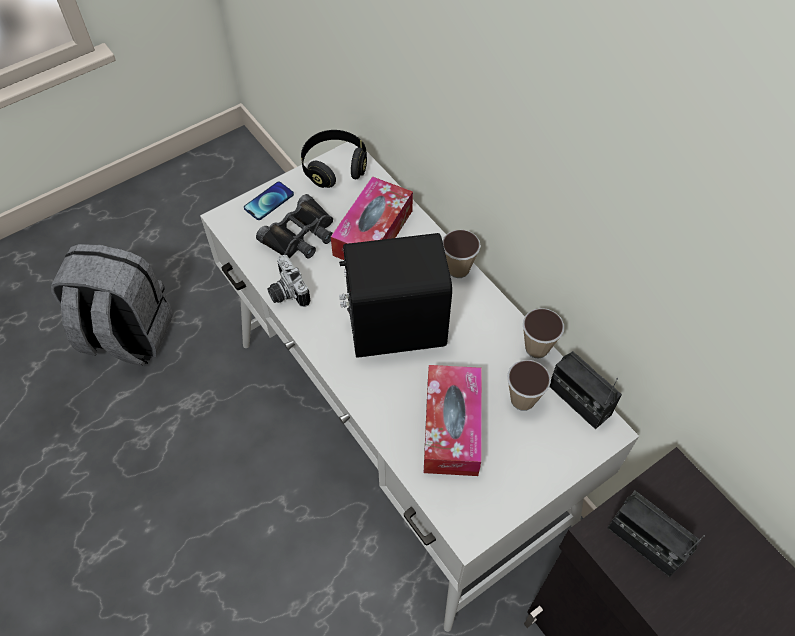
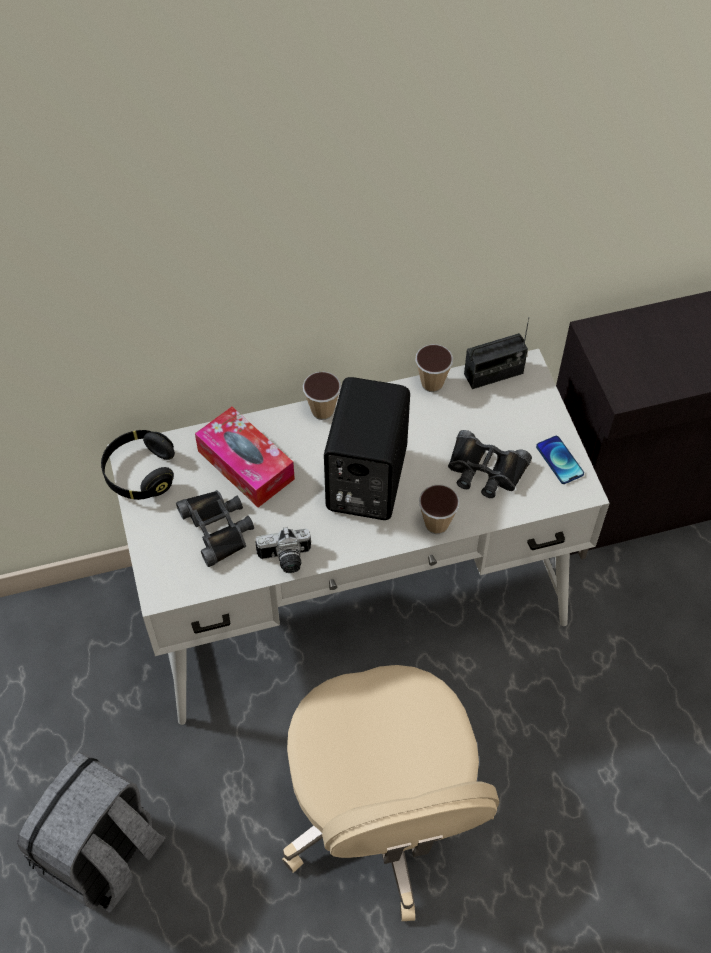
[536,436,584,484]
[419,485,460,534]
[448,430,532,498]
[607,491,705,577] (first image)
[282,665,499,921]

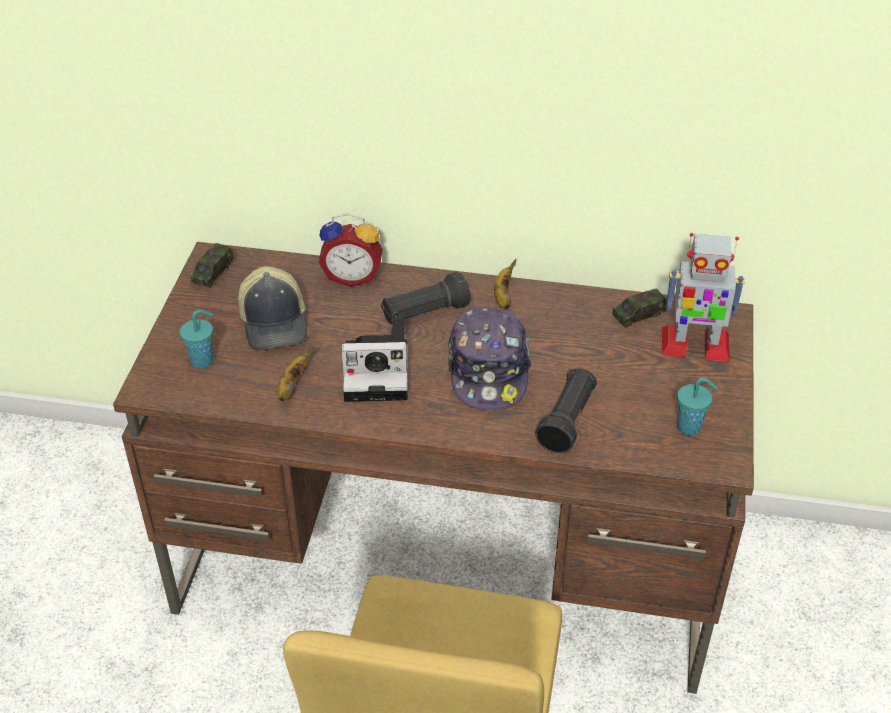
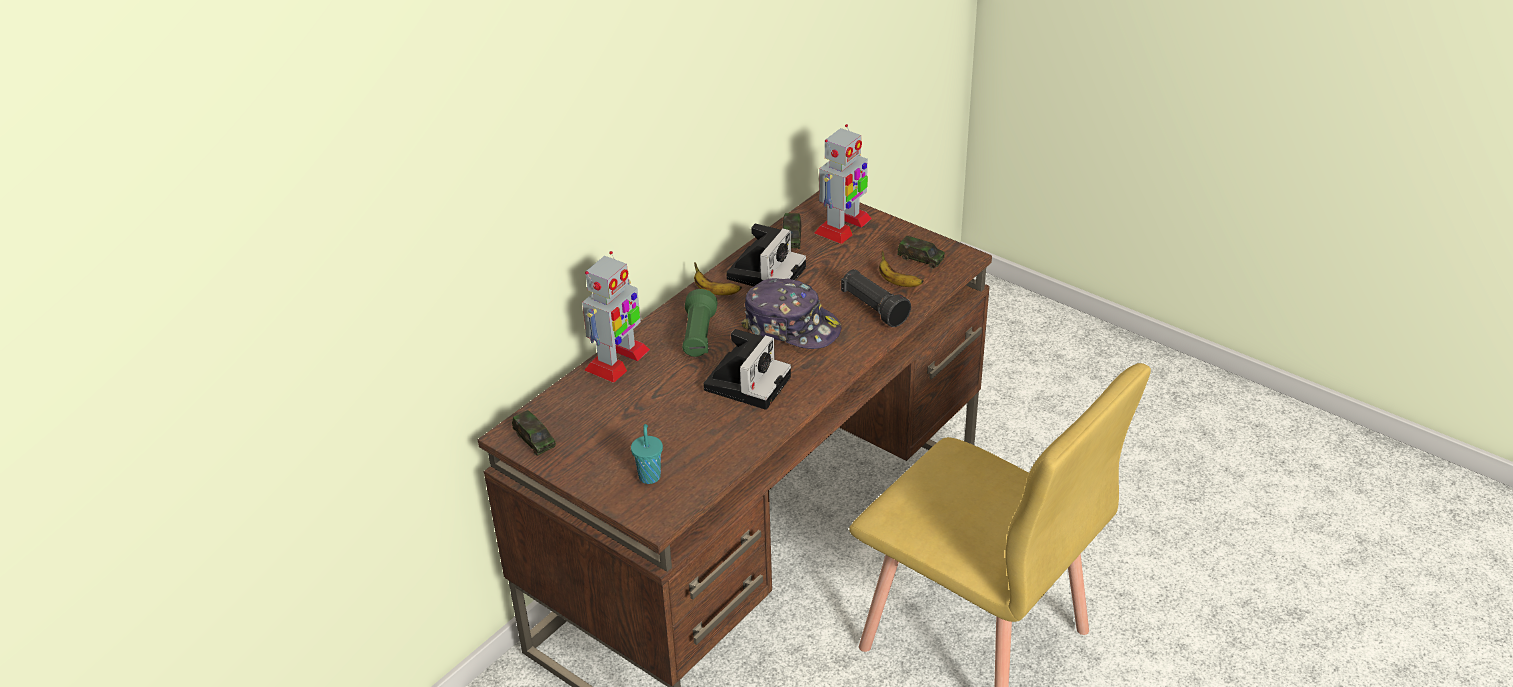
[582,251,650,383]
[238,266,307,350] (first image)
[682,289,718,357]
[879,251,924,287]
[897,236,945,269]
[726,224,806,287]

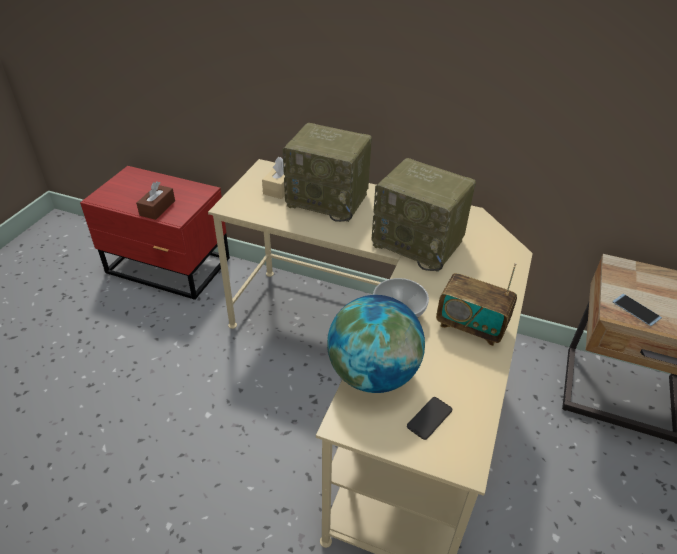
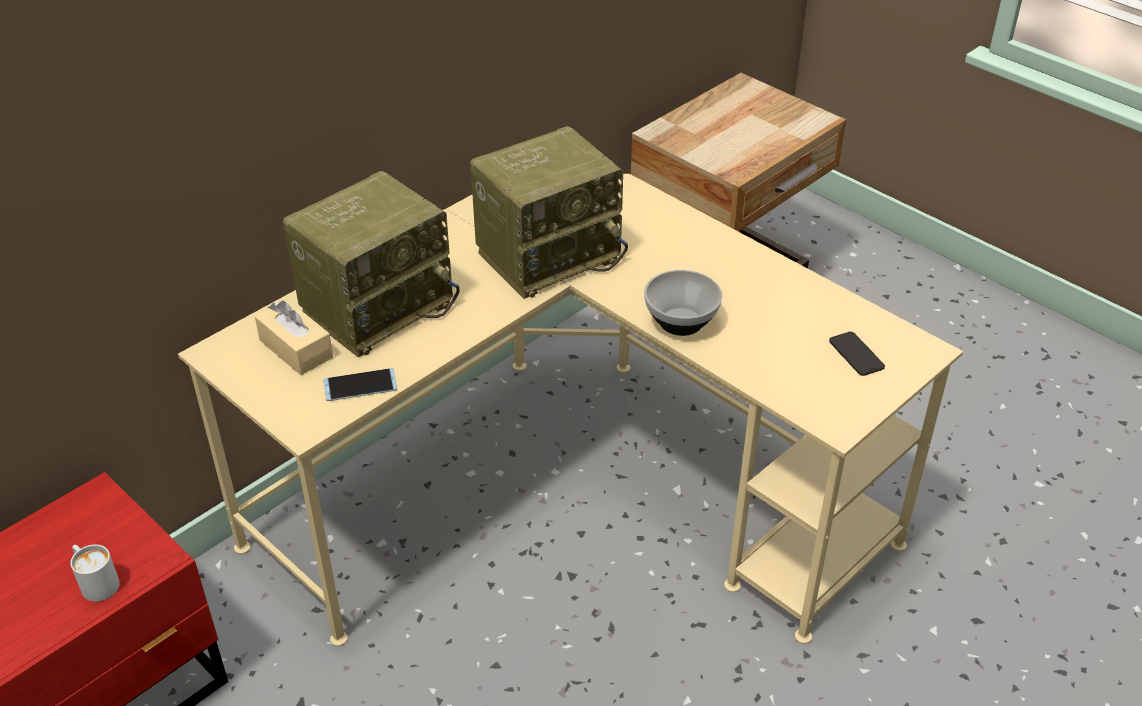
[70,544,120,602]
[436,263,517,346] (first image)
[323,368,397,401]
[327,295,425,393] (first image)

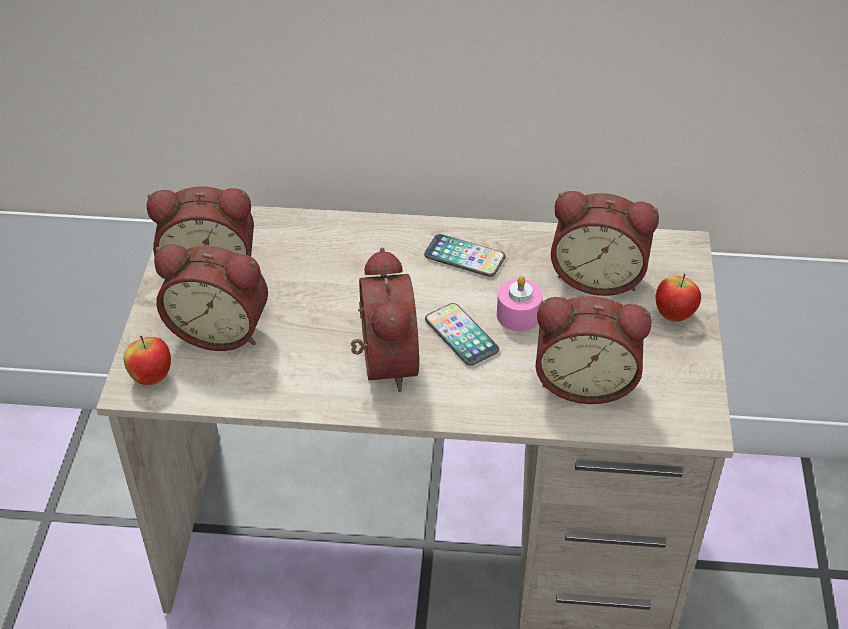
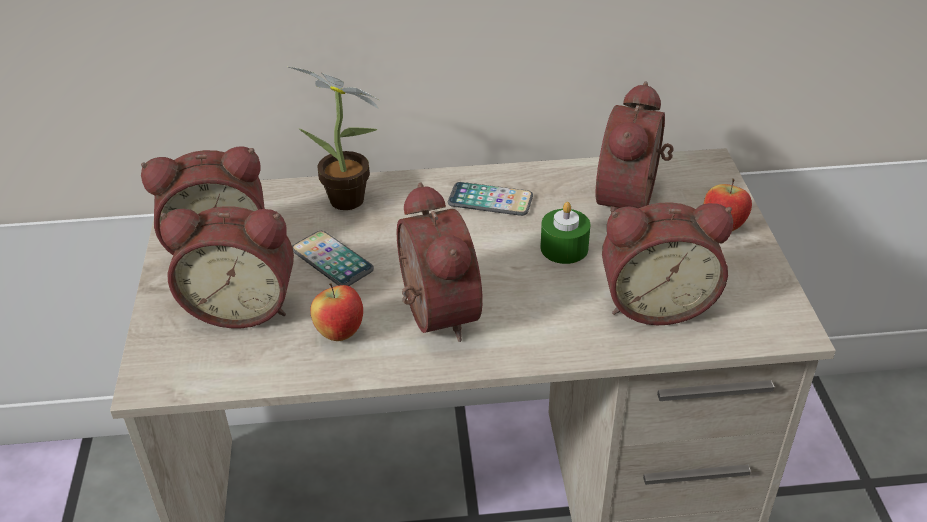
[595,82,674,214]
[540,202,590,264]
[292,231,374,286]
[310,283,363,341]
[289,67,379,210]

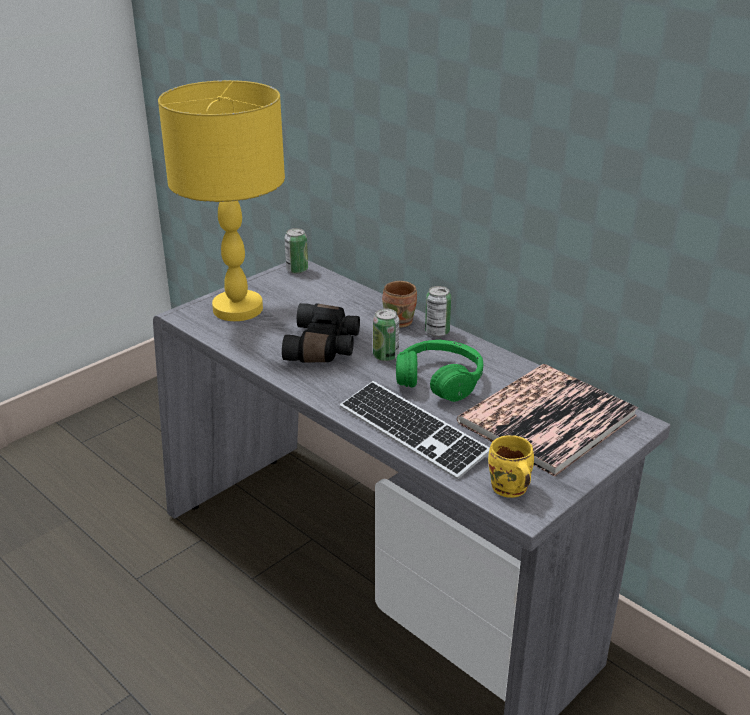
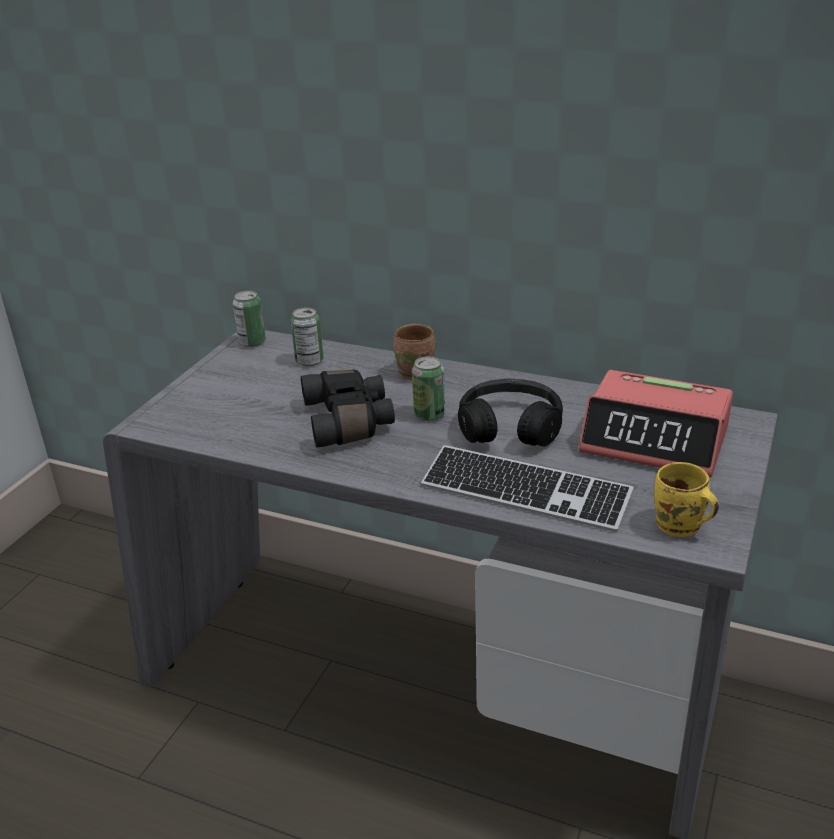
[158,80,285,321] (first image)
[291,308,324,366]
[458,379,563,447]
[579,370,733,478]

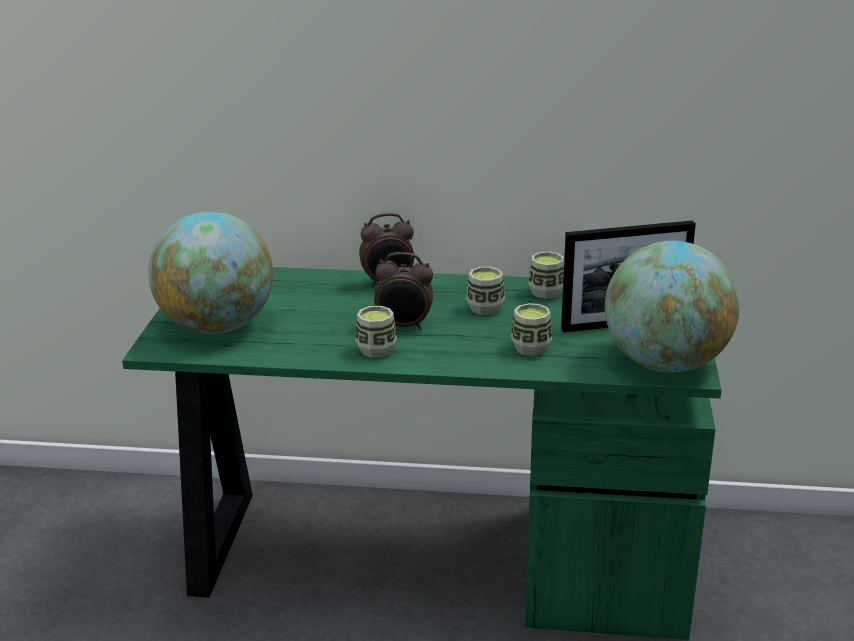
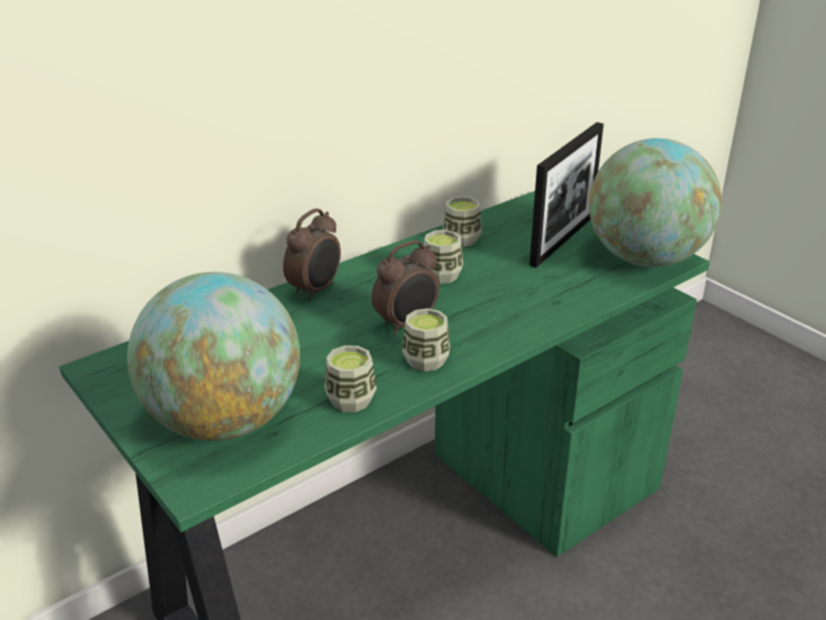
[325,345,377,412]

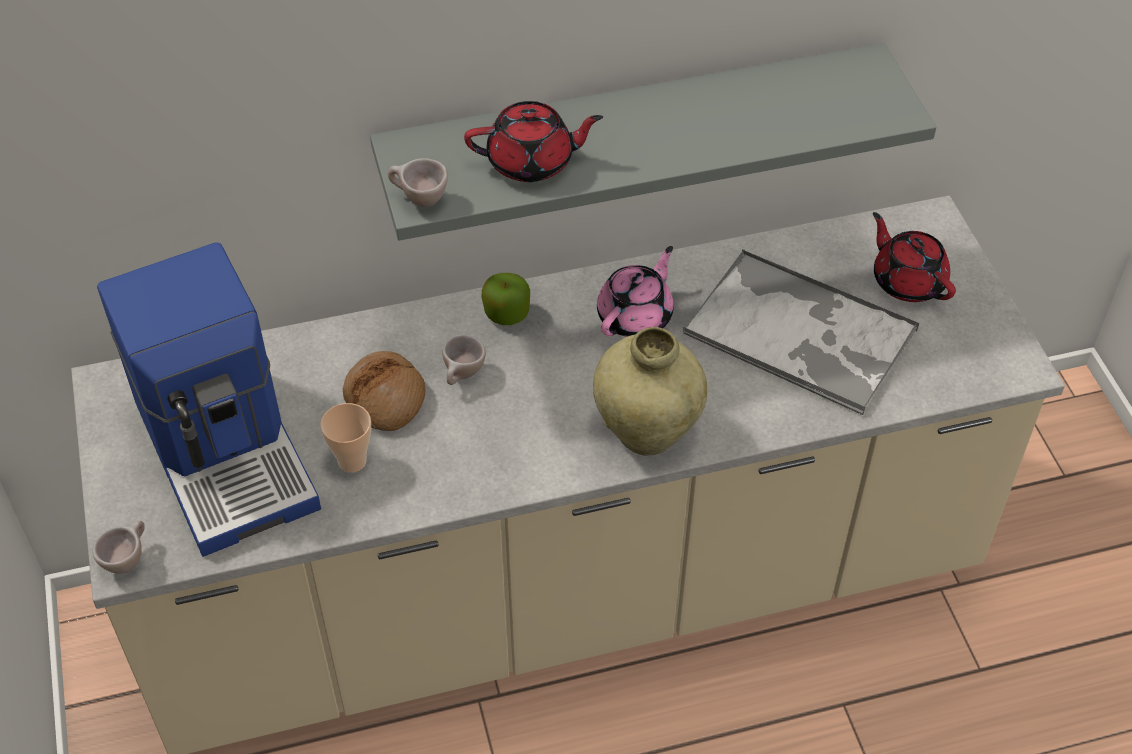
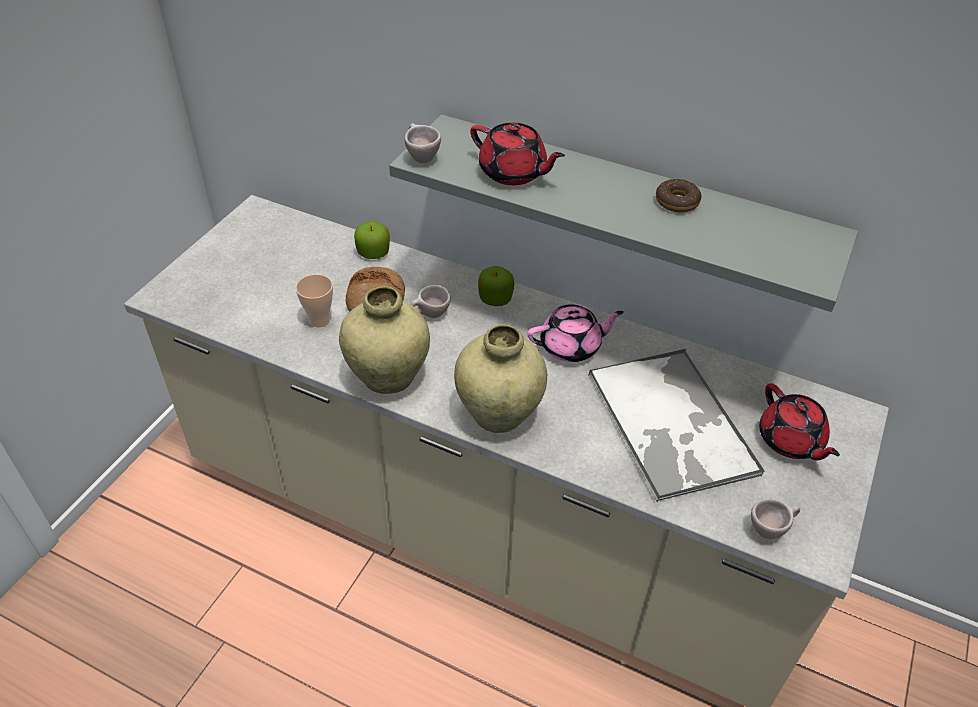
[759,383,840,460]
[97,242,321,557] (first image)
[751,499,800,539]
[656,179,702,212]
[354,221,390,259]
[339,286,430,394]

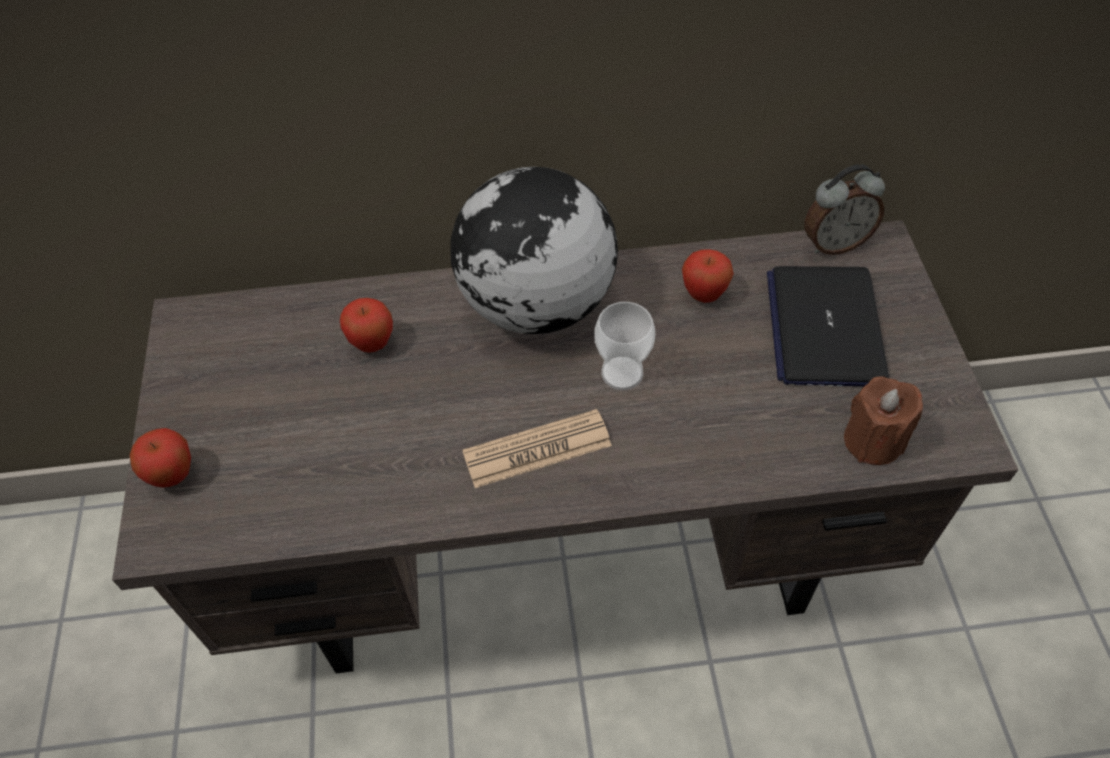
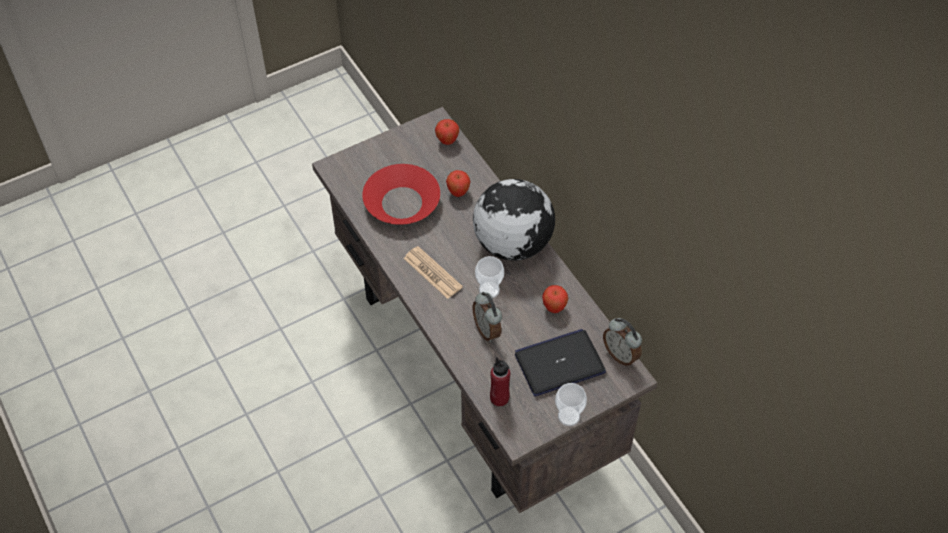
[490,357,510,407]
[435,119,459,145]
[362,164,440,225]
[472,292,502,342]
[555,383,587,426]

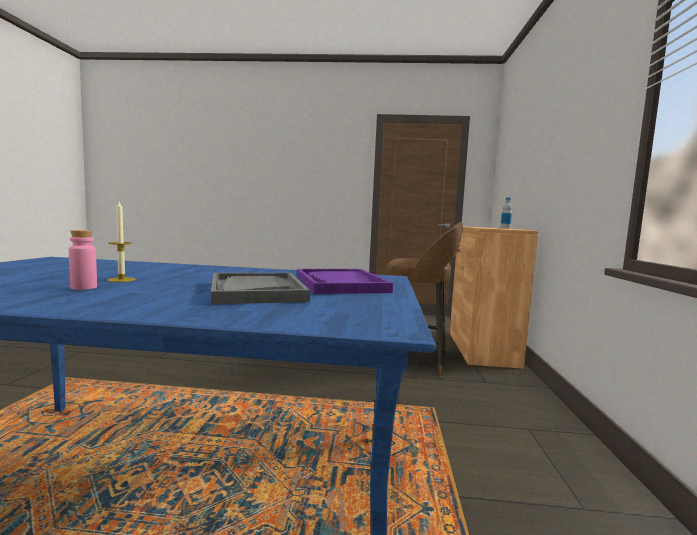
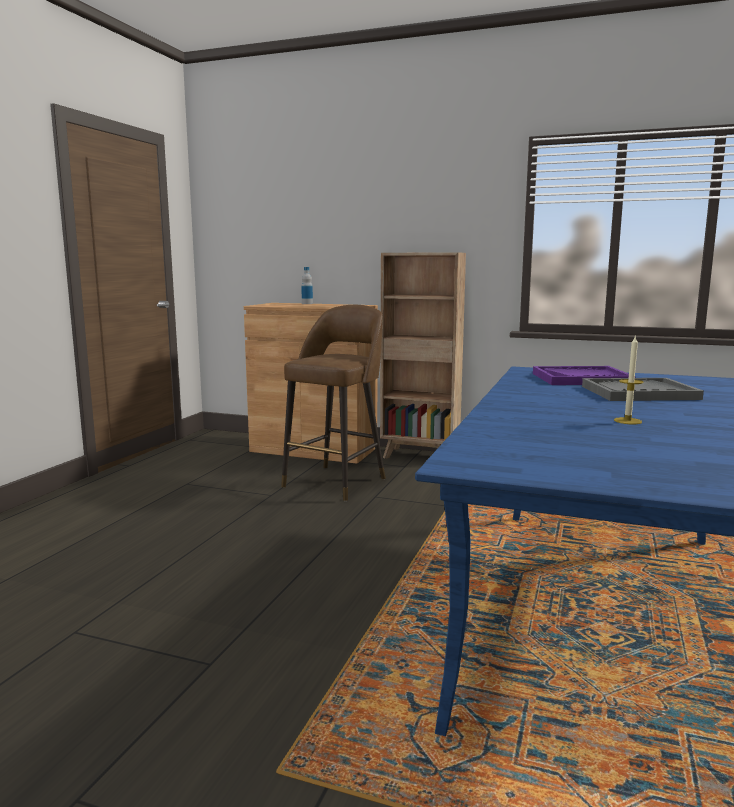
[69,230,97,290] (first image)
[380,252,466,459]

